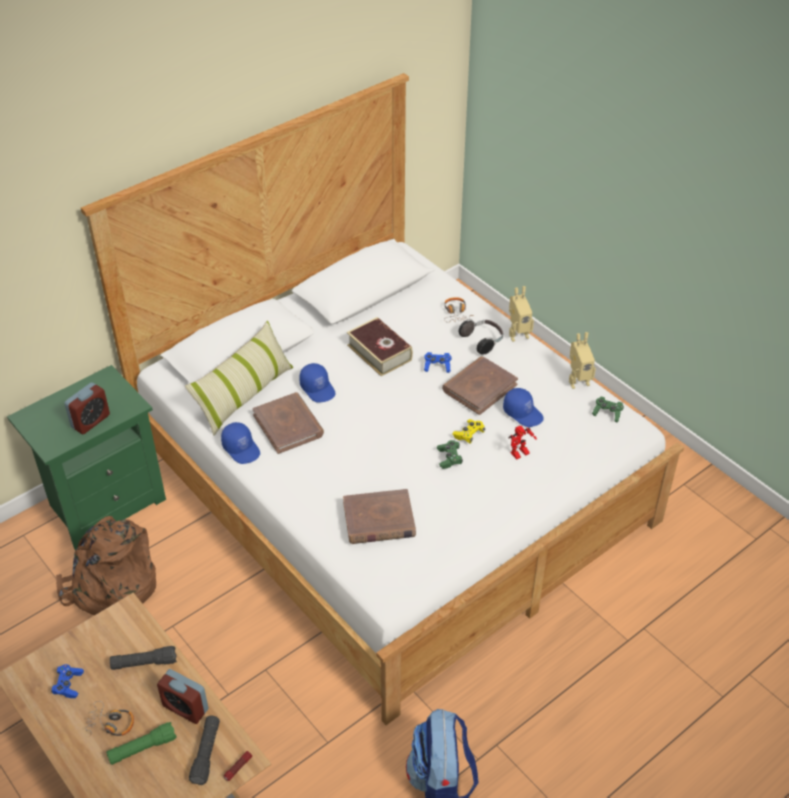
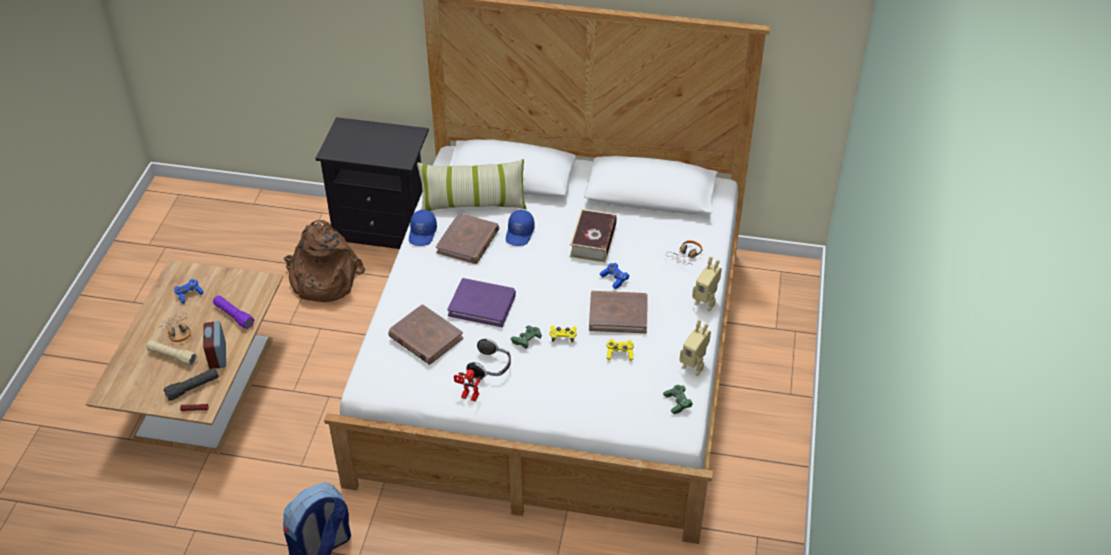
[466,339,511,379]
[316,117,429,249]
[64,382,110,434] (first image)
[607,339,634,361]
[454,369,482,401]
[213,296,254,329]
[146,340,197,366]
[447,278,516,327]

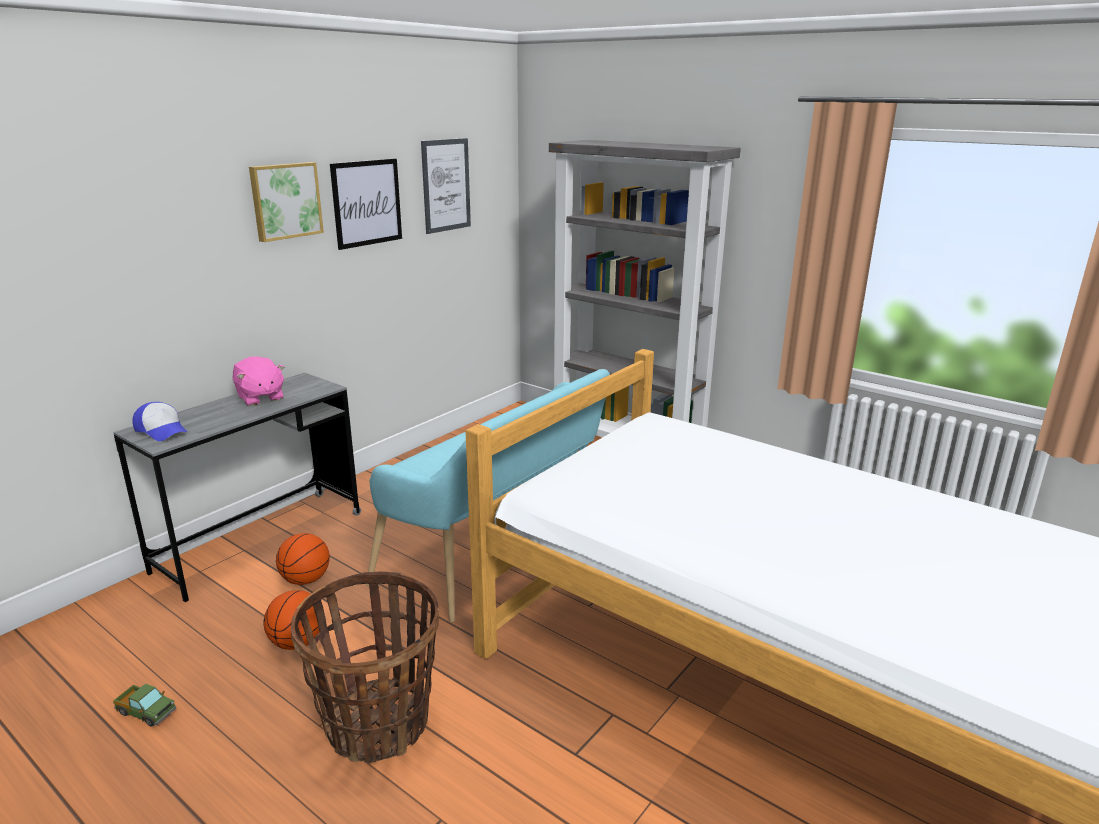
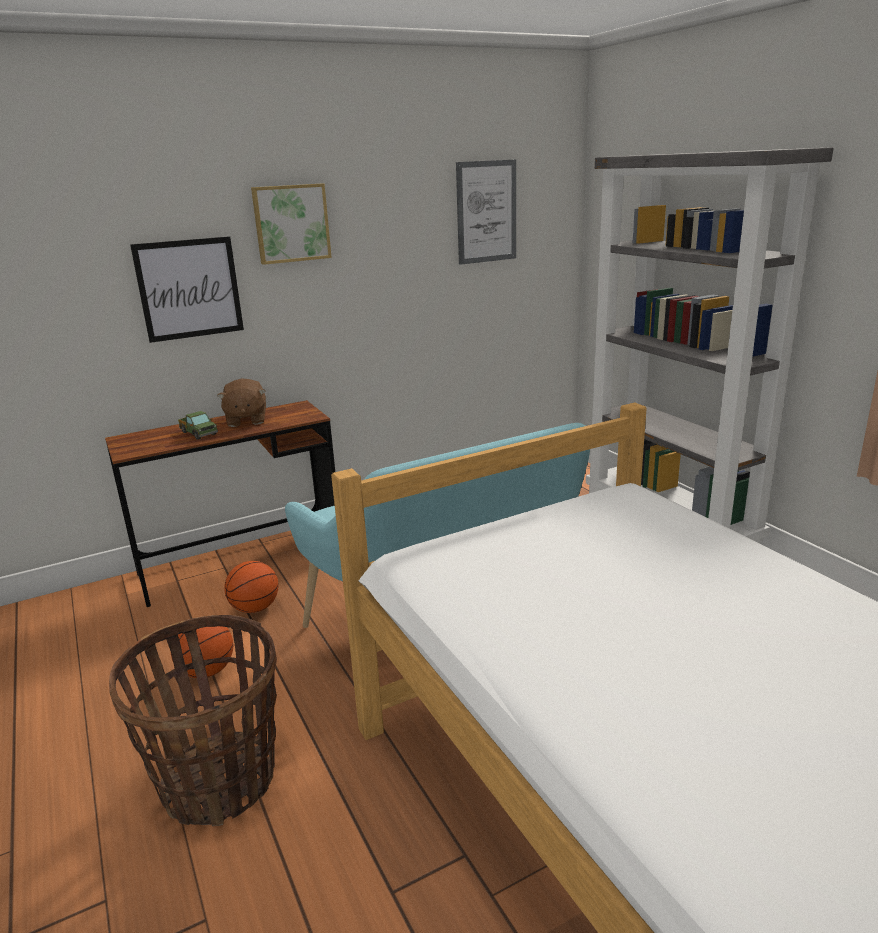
[130,236,244,343]
[217,378,266,427]
[105,400,335,607]
[132,402,187,441] (first image)
[178,411,218,440]

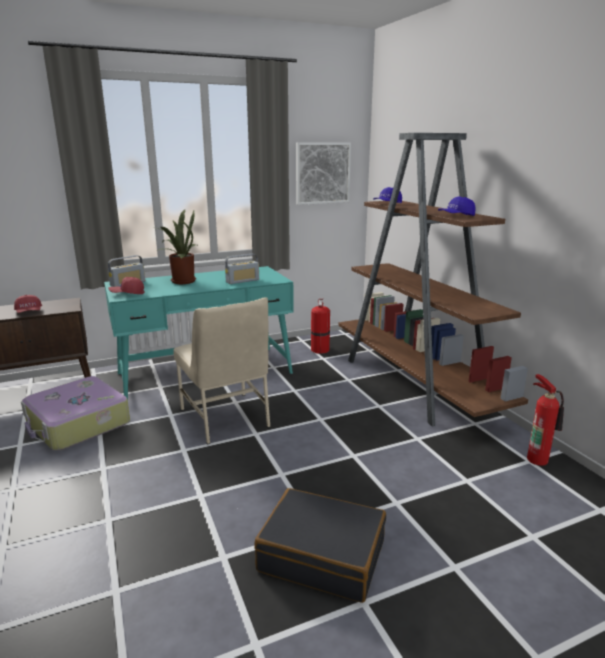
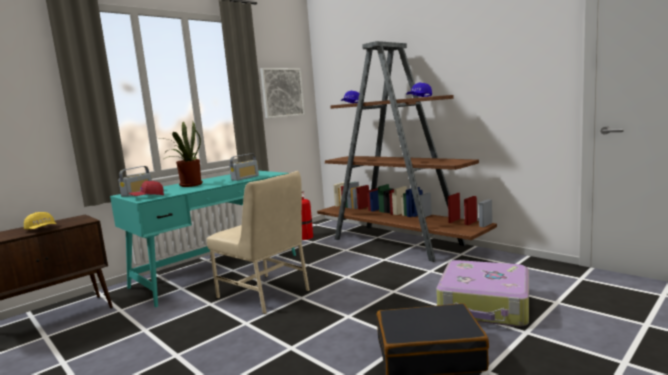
[24,212,57,229]
[527,374,564,466] (first image)
[436,260,529,327]

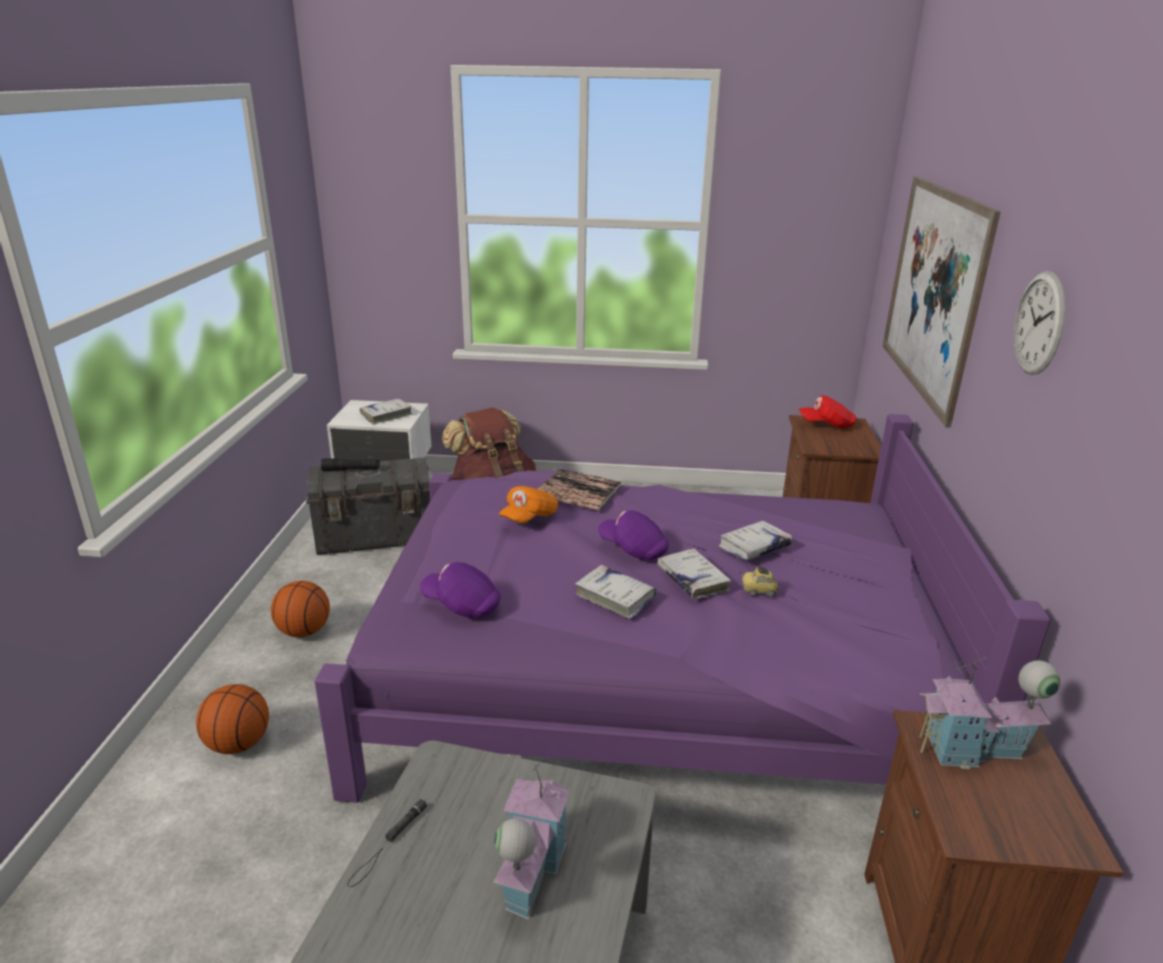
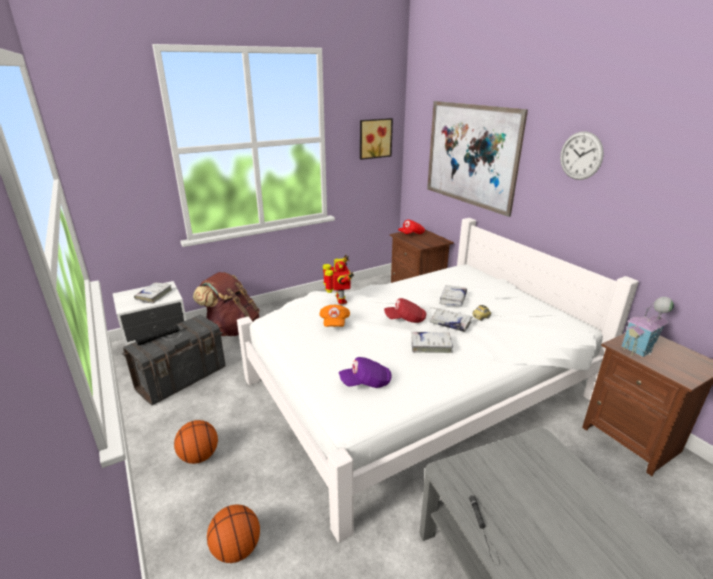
[237,218,639,542]
[323,255,354,304]
[384,298,426,323]
[494,759,569,920] (first image)
[360,118,393,160]

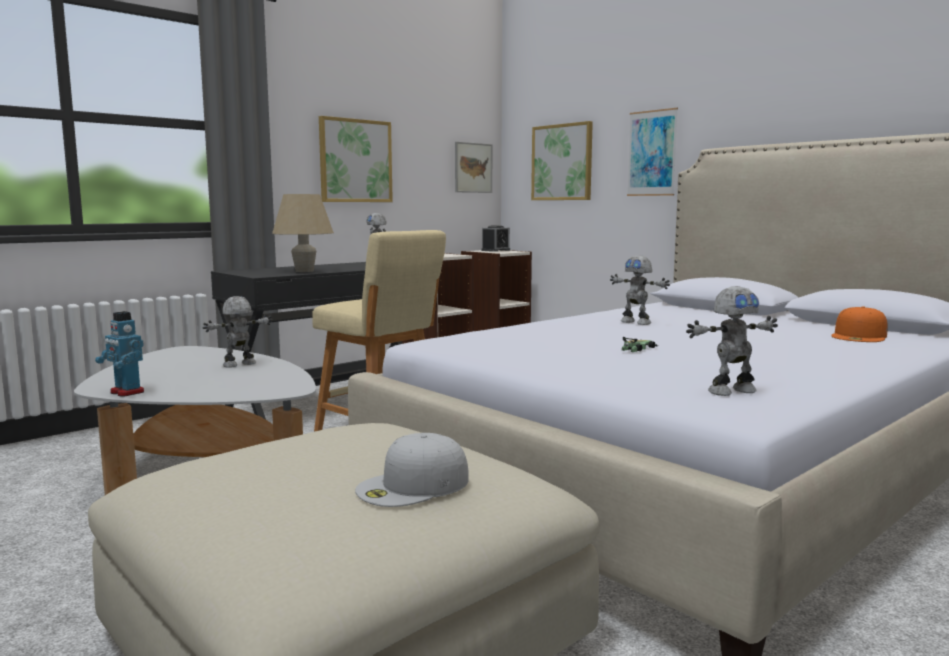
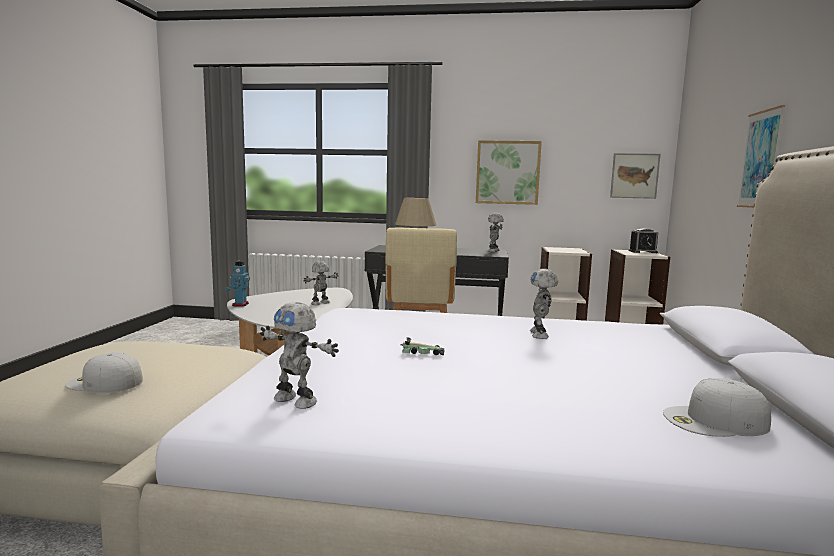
[531,121,593,200] (first image)
[304,261,338,305]
[663,378,771,437]

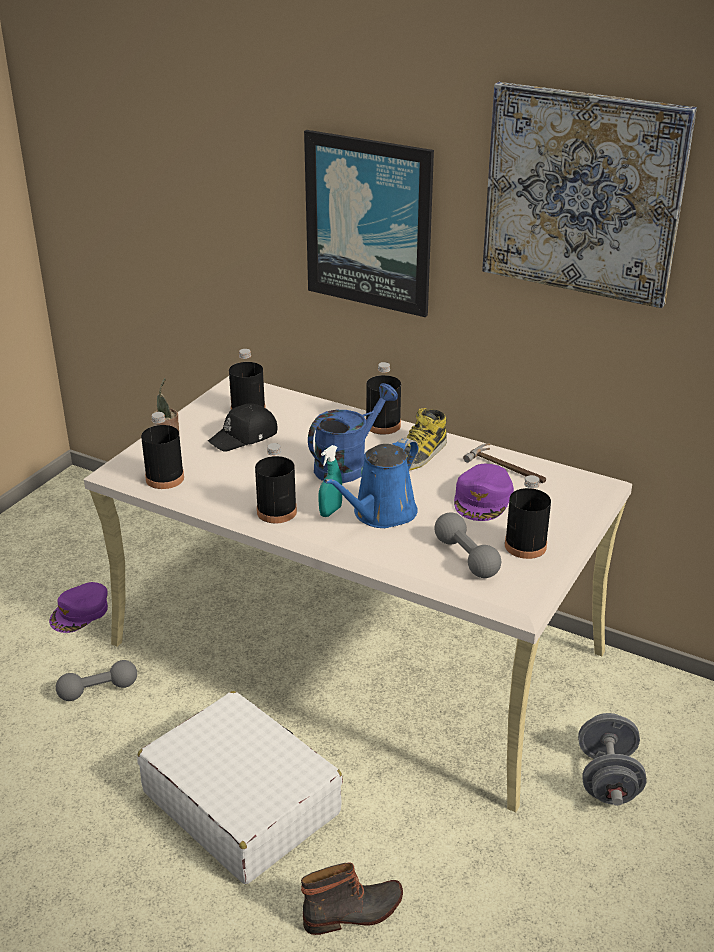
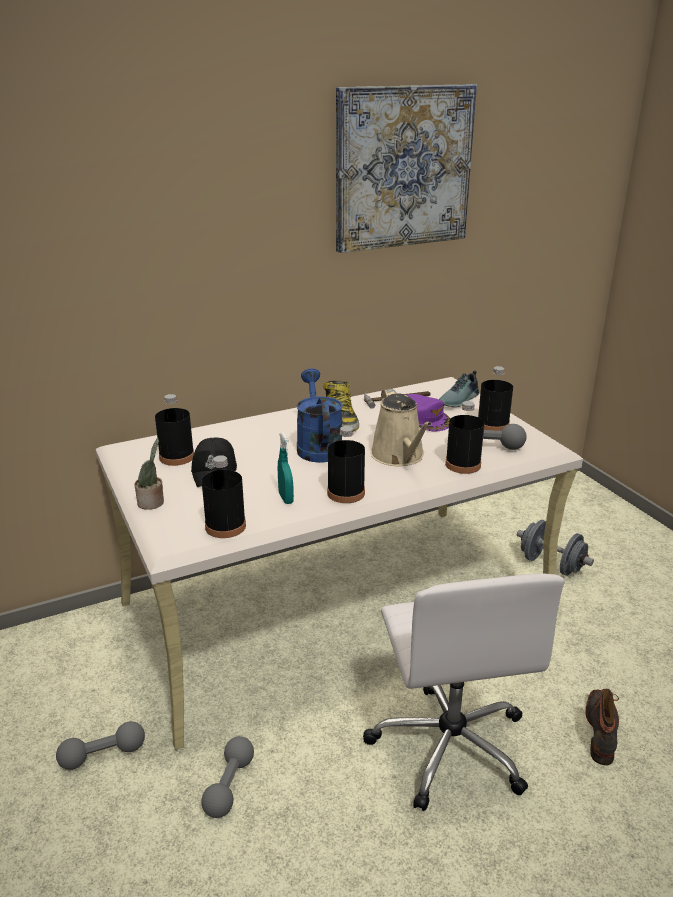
[304,130,434,317] (first image)
[445,401,484,474]
[370,389,432,466]
[278,433,294,504]
[56,721,145,770]
[363,573,565,811]
[439,370,479,407]

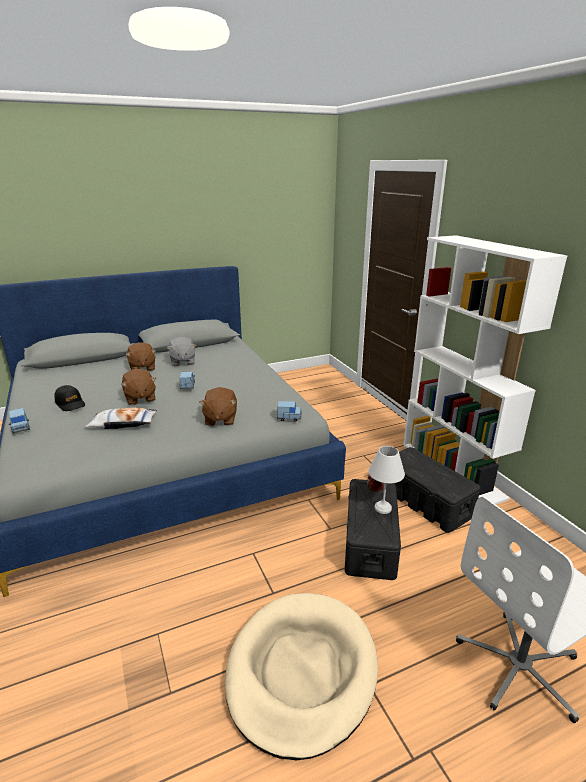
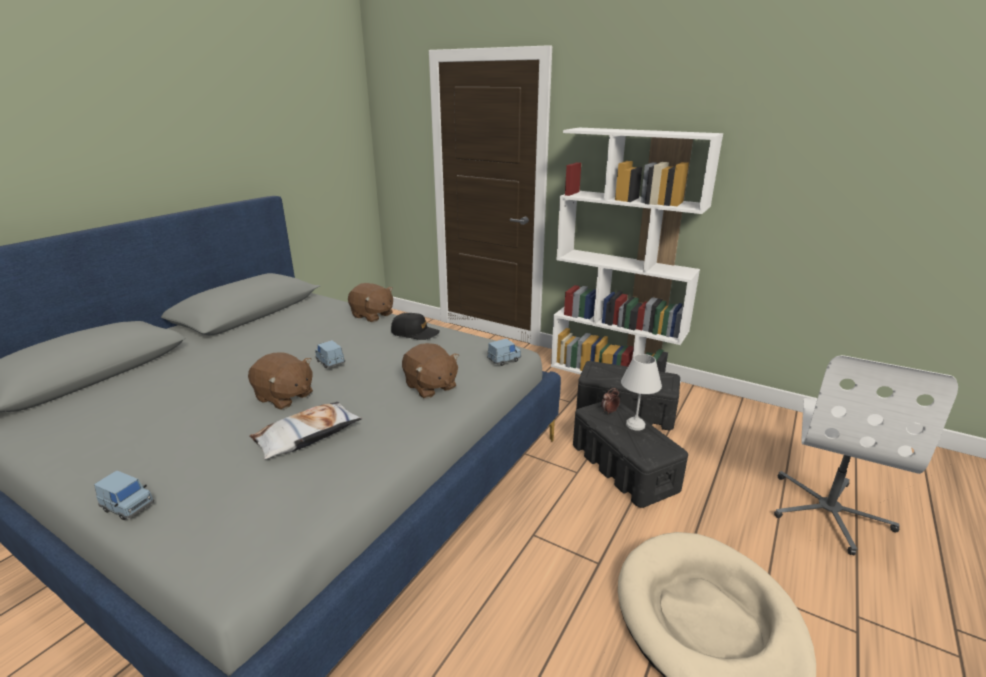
[167,337,196,366] (first image)
[348,283,393,322]
[391,313,440,340]

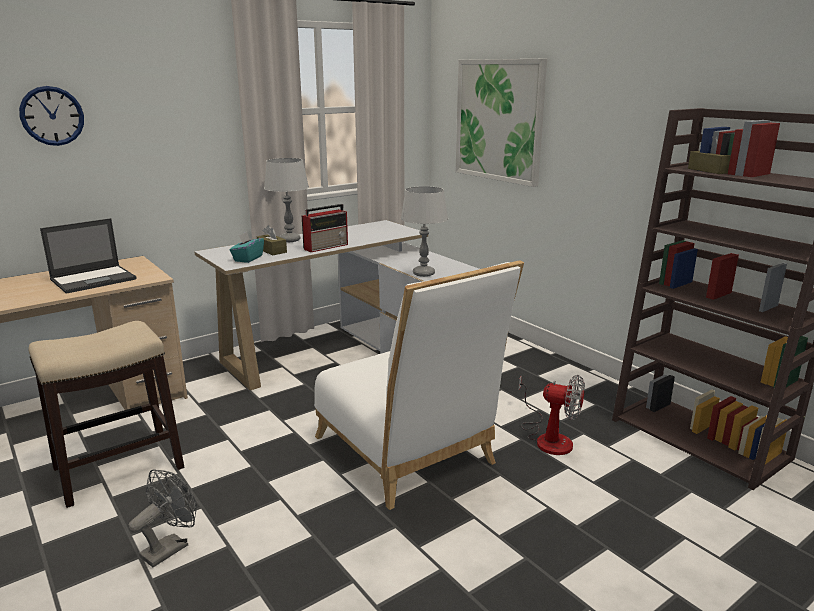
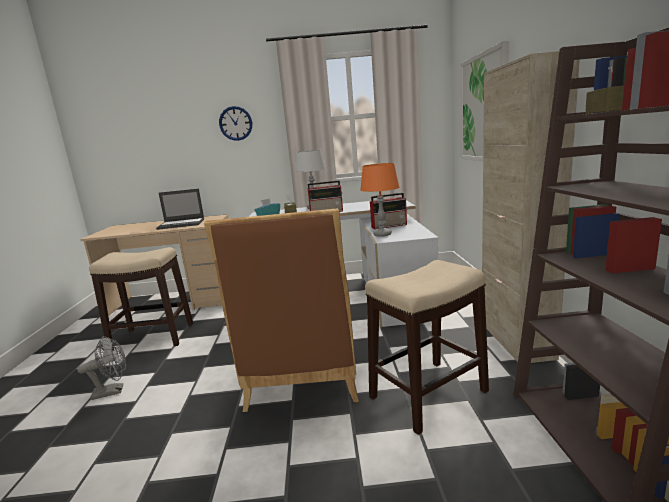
[219,106,252,141]
[360,163,399,237]
[204,208,359,412]
[365,260,489,435]
[482,51,580,363]
[370,193,407,229]

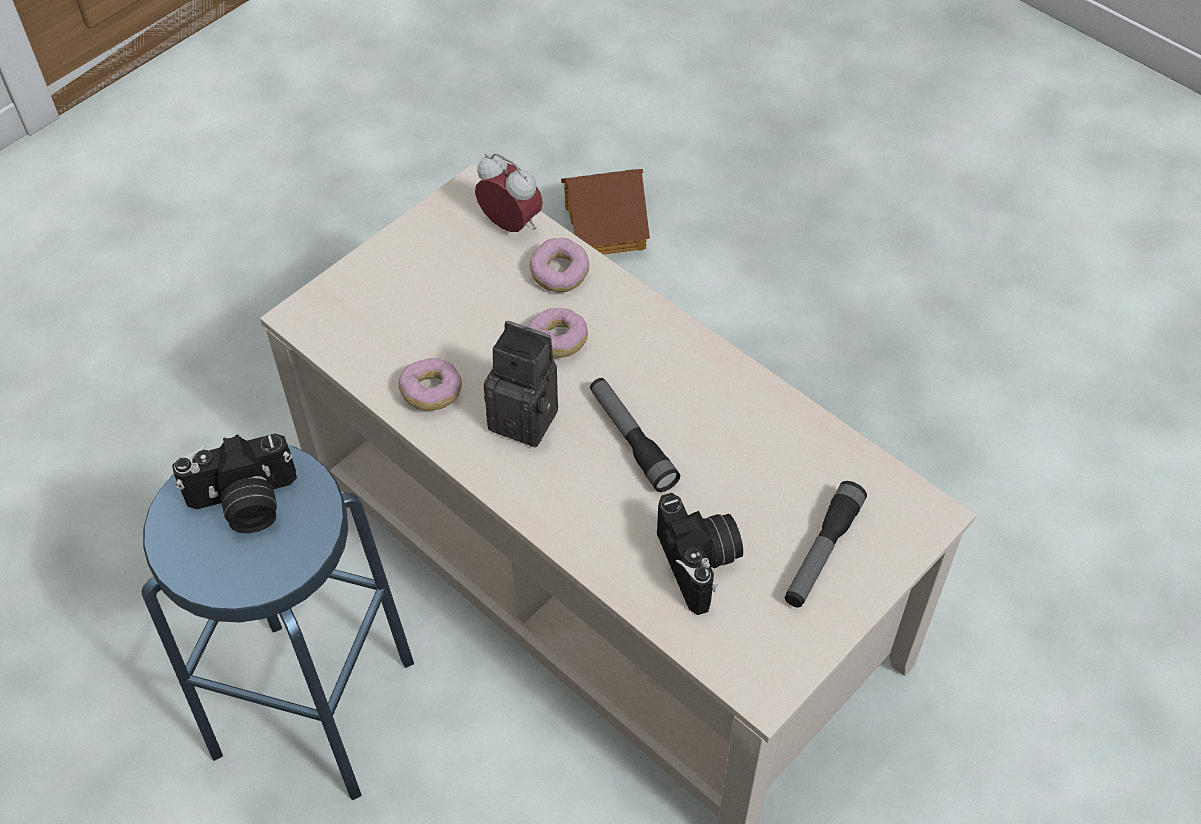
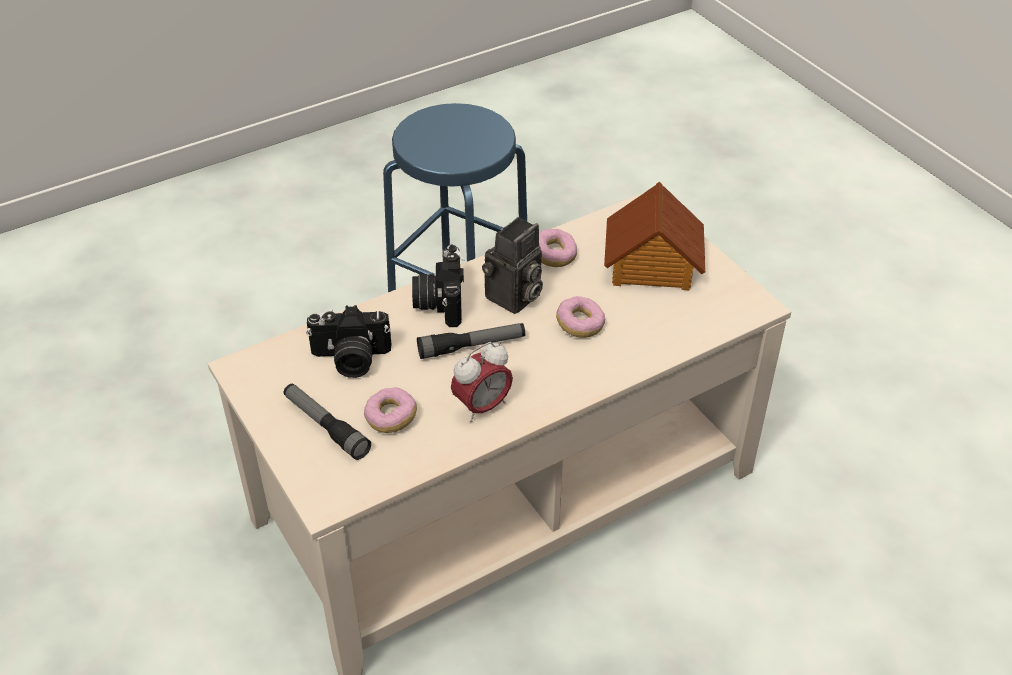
[451,342,513,422]
[604,182,705,290]
[364,387,417,433]
[412,245,465,327]

